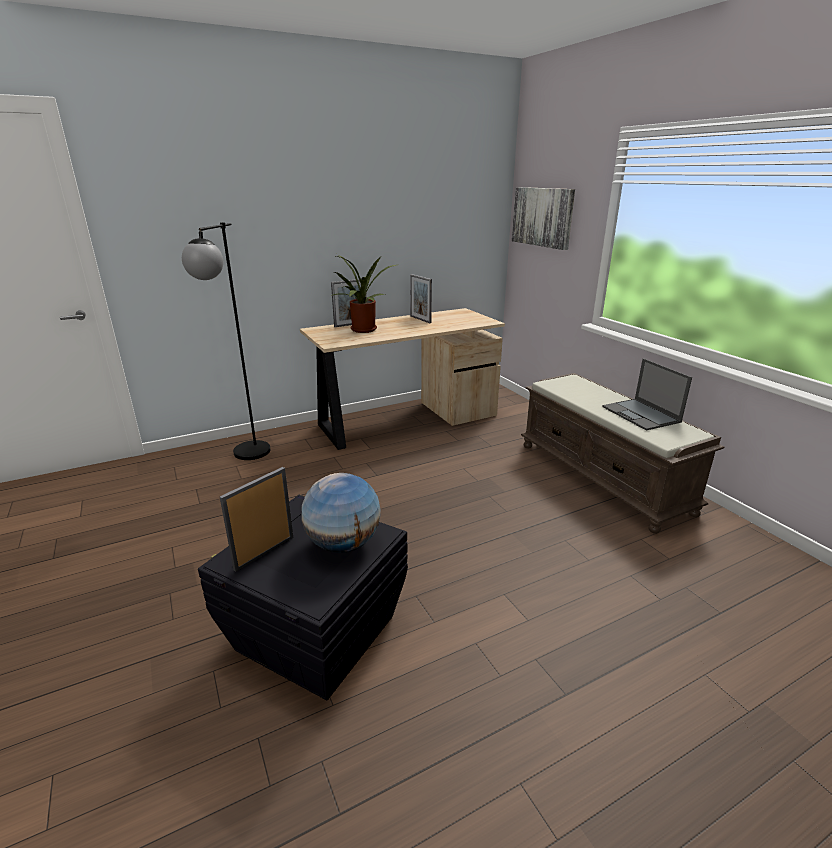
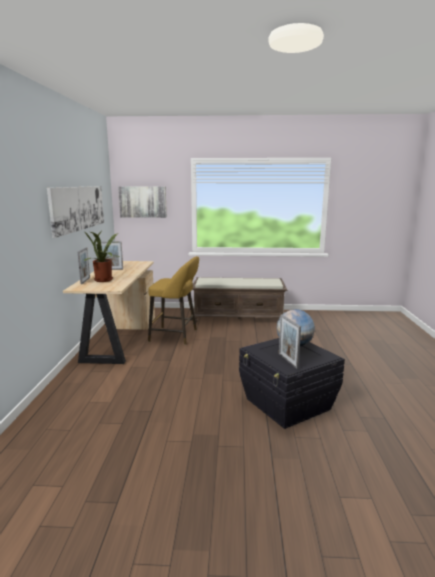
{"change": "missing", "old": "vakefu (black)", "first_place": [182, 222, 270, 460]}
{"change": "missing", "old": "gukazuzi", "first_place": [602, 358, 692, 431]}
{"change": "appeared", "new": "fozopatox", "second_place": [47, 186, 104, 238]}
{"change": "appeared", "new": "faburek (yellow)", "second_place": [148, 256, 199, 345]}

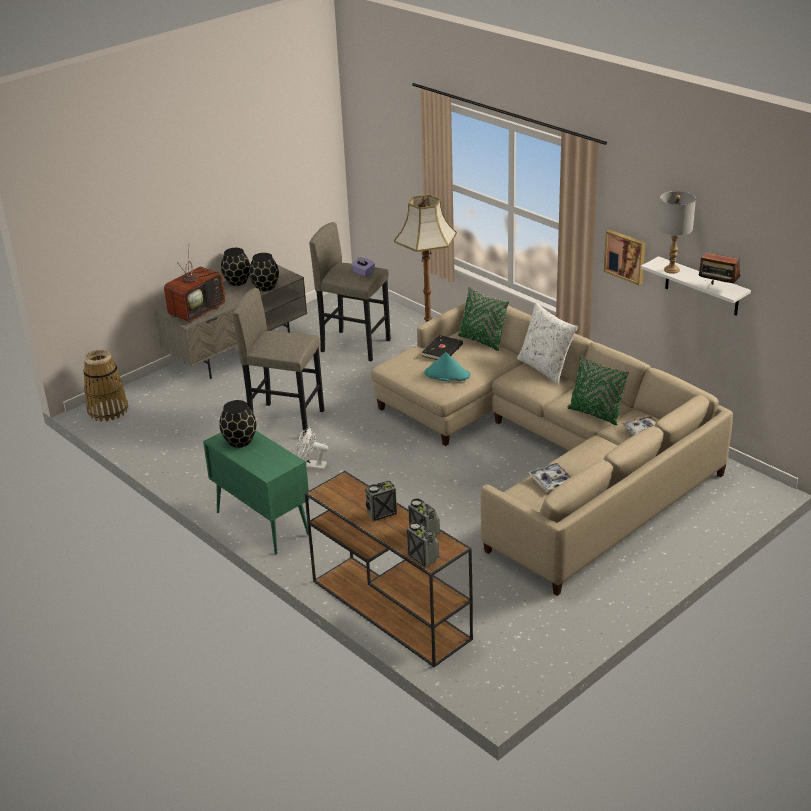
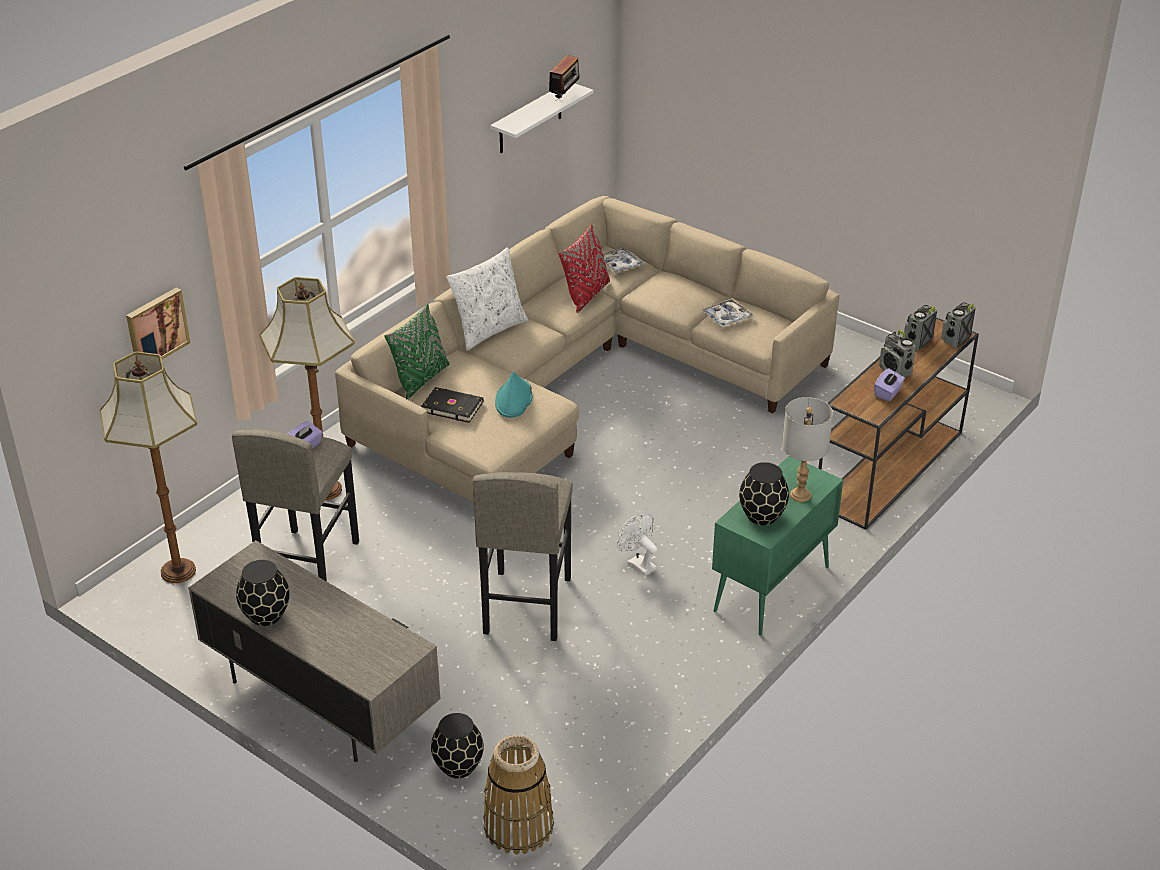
{"change": "relocated", "old": "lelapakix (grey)", "first_place": [658, 191, 696, 274], "second_place": [782, 397, 833, 502]}
{"change": "relocated", "old": "fozopatox", "first_place": [604, 230, 645, 285], "second_place": [126, 288, 190, 359]}
{"change": "relocated", "old": "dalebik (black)", "first_place": [249, 253, 279, 291], "second_place": [431, 713, 484, 778]}
{"change": "missing", "old": "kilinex", "first_place": [164, 257, 225, 322]}
{"change": "colour", "old": "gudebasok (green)", "new": "gudebasok (red)", "first_place": [567, 355, 630, 425], "second_place": [559, 225, 610, 313]}
{"change": "spun", "old": "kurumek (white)", "first_place": [297, 427, 328, 470], "second_place": [617, 514, 658, 576], "degrees": 135}
{"change": "appeared", "new": "vakefu", "second_place": [100, 351, 197, 583]}
{"change": "appeared", "new": "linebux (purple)", "second_place": [874, 368, 905, 401]}

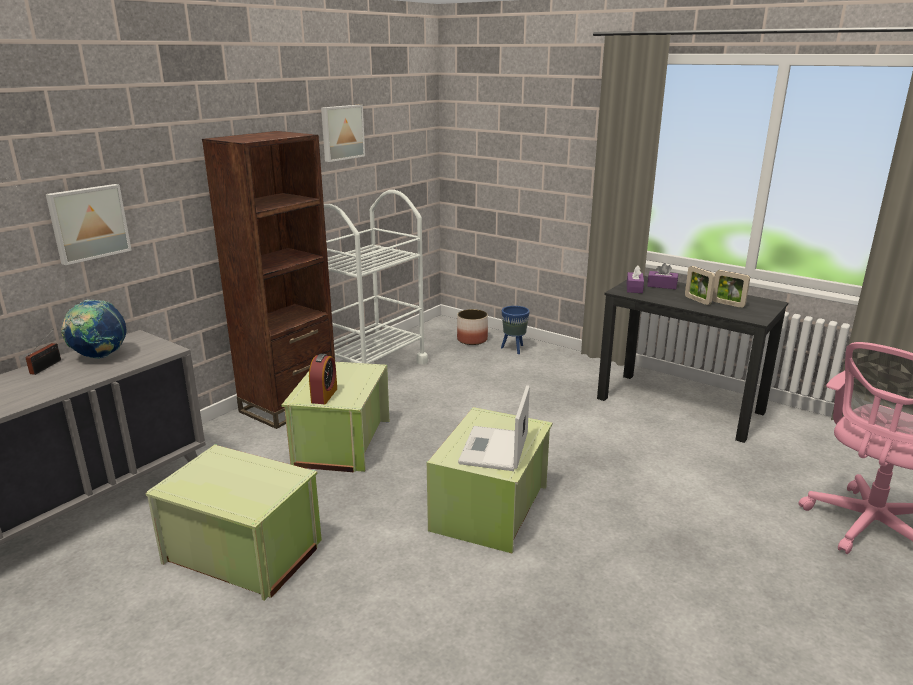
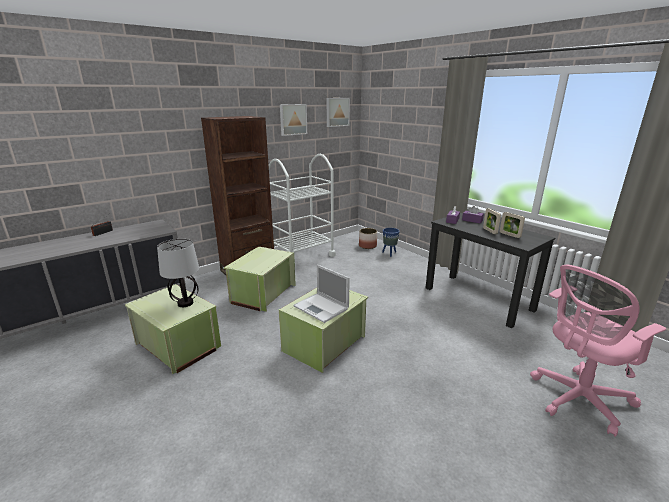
{"change": "relocated", "old": "fozopatox", "first_place": [46, 184, 132, 265], "second_place": [327, 98, 350, 127]}
{"change": "missing", "old": "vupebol", "first_place": [61, 300, 126, 359]}
{"change": "missing", "old": "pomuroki", "first_place": [309, 354, 337, 404]}
{"change": "spun", "old": "gukazuzi", "first_place": [458, 385, 530, 471], "second_place": [293, 265, 350, 323], "degrees": -75}
{"change": "appeared", "new": "lelapakix", "second_place": [157, 239, 199, 307]}

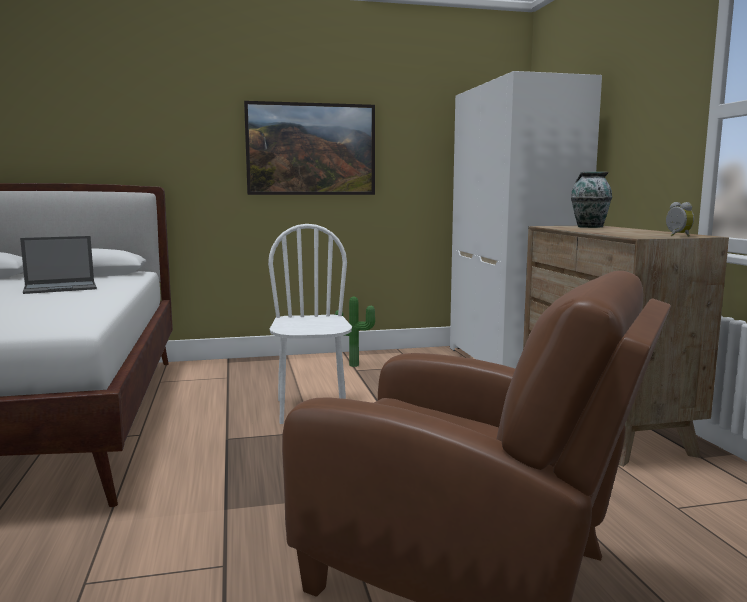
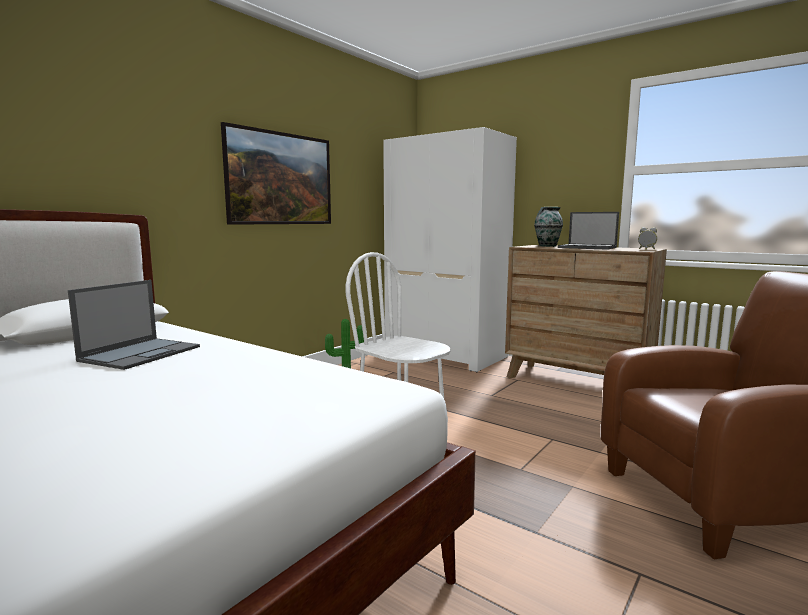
{"change": "appeared", "new": "gukazuzi", "second_place": [558, 212, 619, 250]}

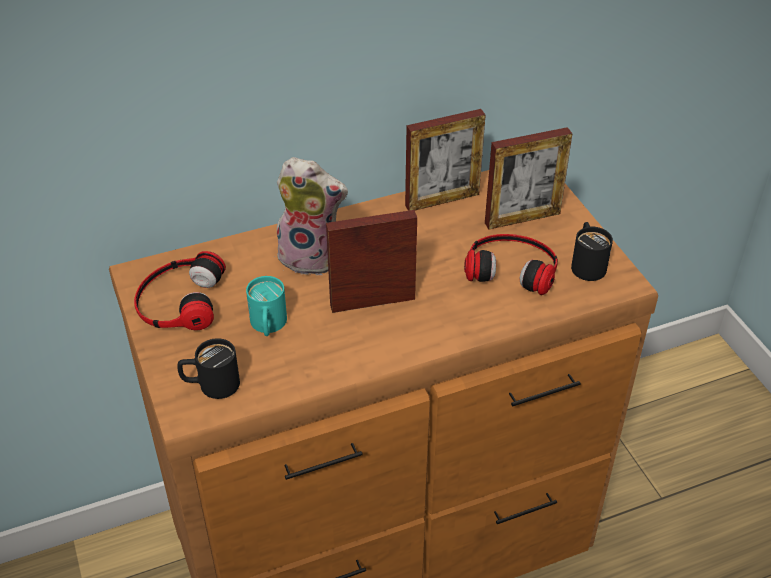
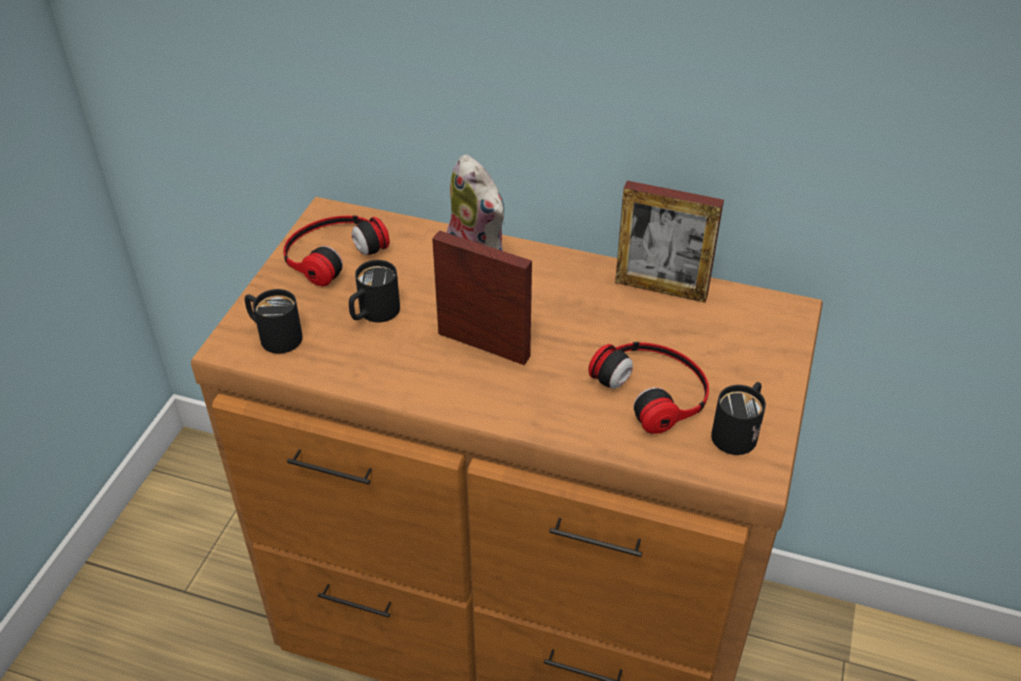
{"change": "missing", "old": "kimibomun", "first_place": [485, 127, 572, 229]}
{"change": "colour", "old": "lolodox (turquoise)", "new": "lolodox (black)", "first_place": [246, 276, 287, 336], "second_place": [349, 260, 400, 323]}

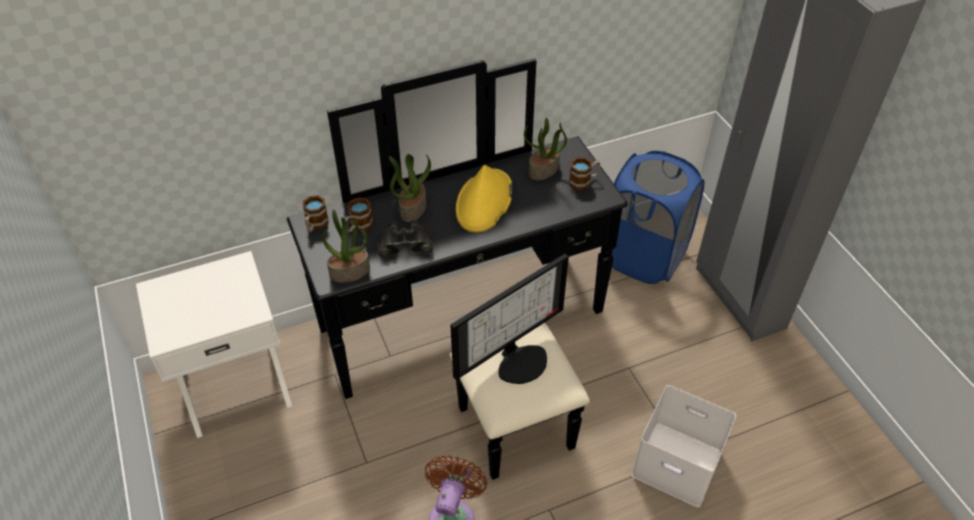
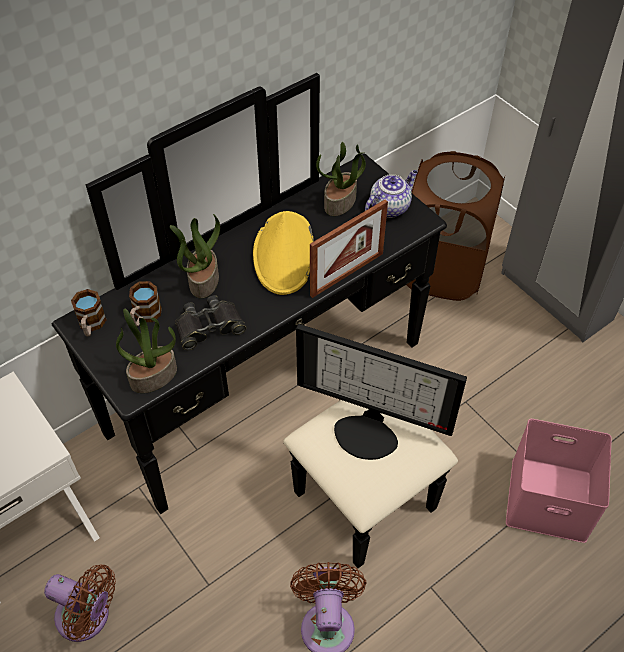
{"change": "colour", "old": "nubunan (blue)", "new": "nubunan (brown)", "first_place": [612, 151, 704, 284], "second_place": [406, 151, 505, 301]}
{"change": "exchanged", "old": "lolodox", "new": "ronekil", "first_place": [569, 158, 600, 190], "second_place": [365, 170, 418, 218]}
{"change": "spun", "old": "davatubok", "first_place": [450, 254, 569, 384], "second_place": [296, 324, 467, 460], "degrees": 75}
{"change": "colour", "old": "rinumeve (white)", "new": "rinumeve (pink)", "first_place": [632, 385, 736, 507], "second_place": [506, 419, 612, 543]}
{"change": "appeared", "new": "kimibomun", "second_place": [310, 199, 388, 298]}
{"change": "appeared", "new": "kurumek (brown)", "second_place": [44, 564, 116, 642]}

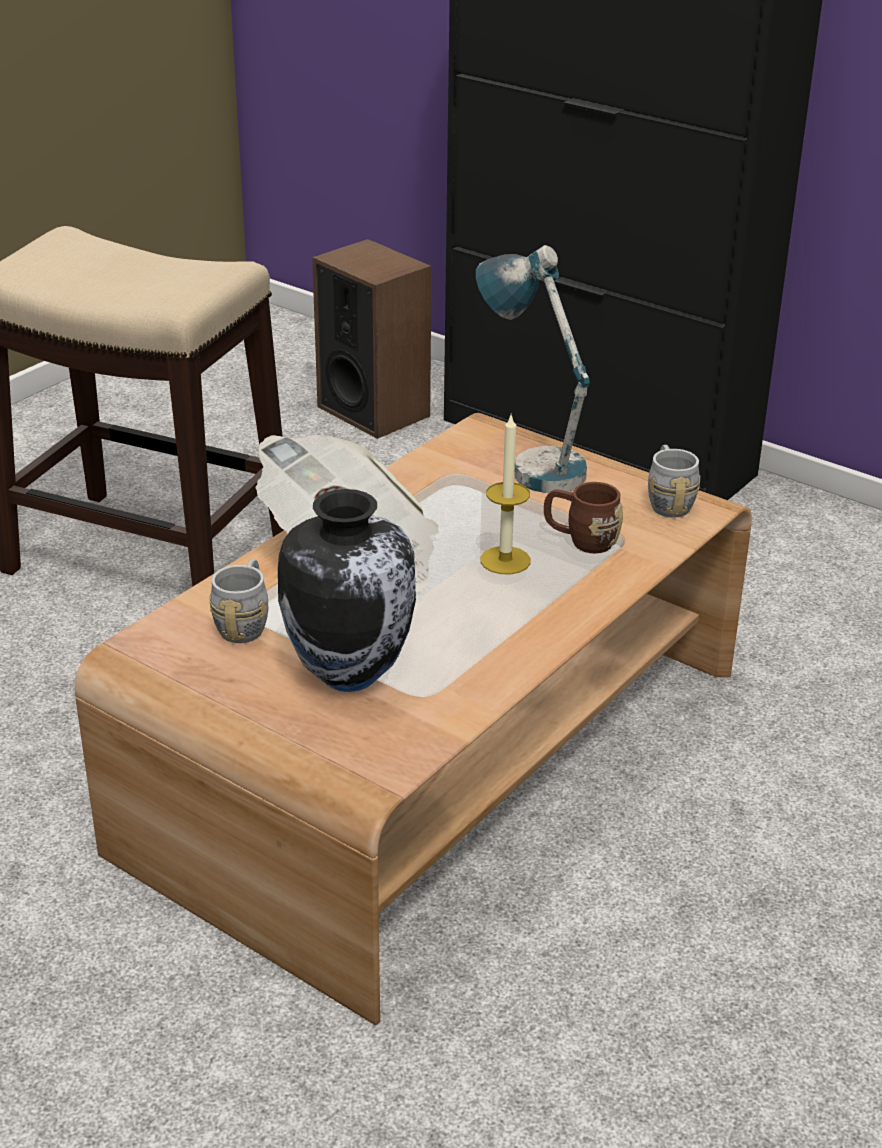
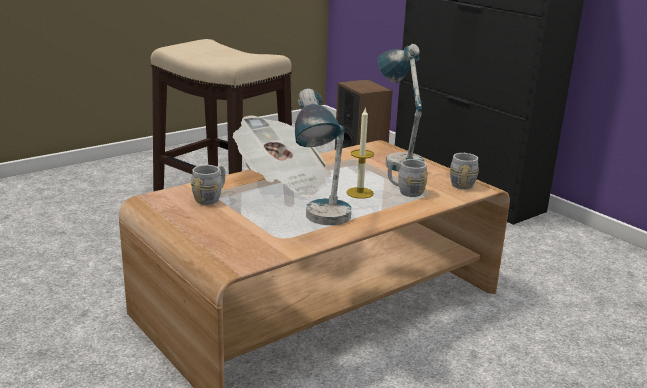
{"change": "colour", "old": "lolodox (brown)", "new": "lolodox (grey)", "first_place": [544, 482, 623, 553], "second_place": [388, 159, 428, 197]}
{"change": "missing", "old": "dalebik", "first_place": [278, 489, 416, 692]}
{"change": "appeared", "new": "lelapakix", "second_place": [295, 89, 351, 225]}

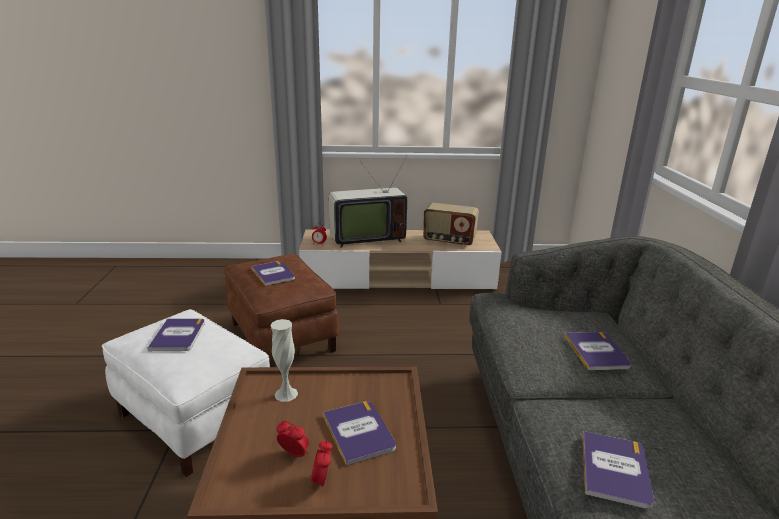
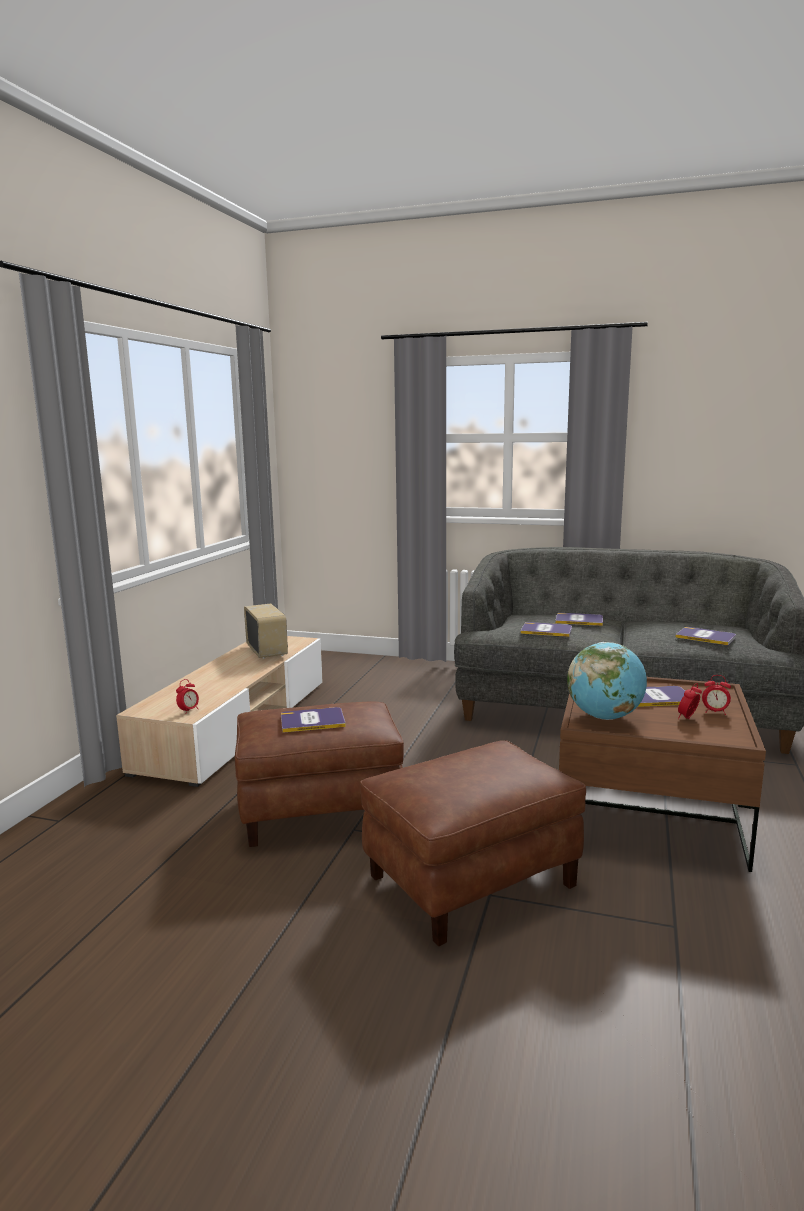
{"change": "missing", "old": "kilinex", "first_place": [329, 156, 407, 248]}
{"change": "spun", "old": "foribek", "first_place": [423, 203, 479, 246], "second_place": [244, 604, 288, 659], "degrees": -60}
{"change": "colour", "old": "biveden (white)", "new": "biveden (brown)", "first_place": [102, 309, 270, 477], "second_place": [360, 740, 586, 946]}
{"change": "relocated", "old": "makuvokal", "first_place": [147, 319, 205, 351], "second_place": [520, 622, 572, 637]}
{"change": "exchanged", "old": "dalebik (white)", "new": "vupebol", "first_place": [271, 319, 298, 402], "second_place": [567, 642, 647, 720]}

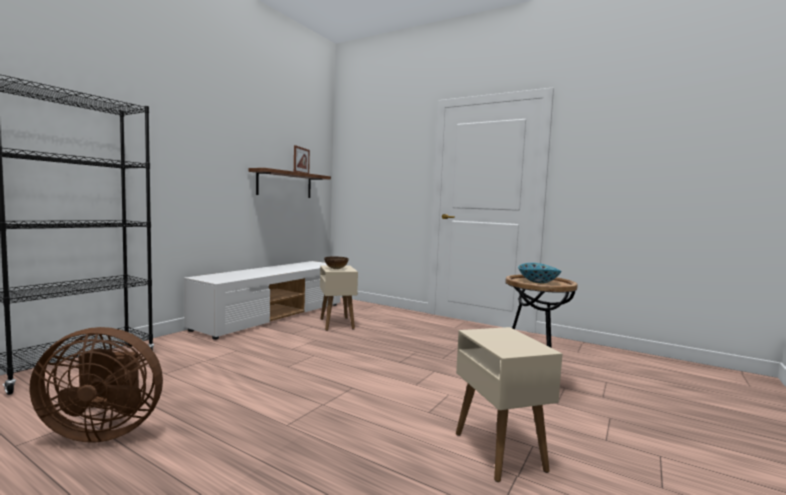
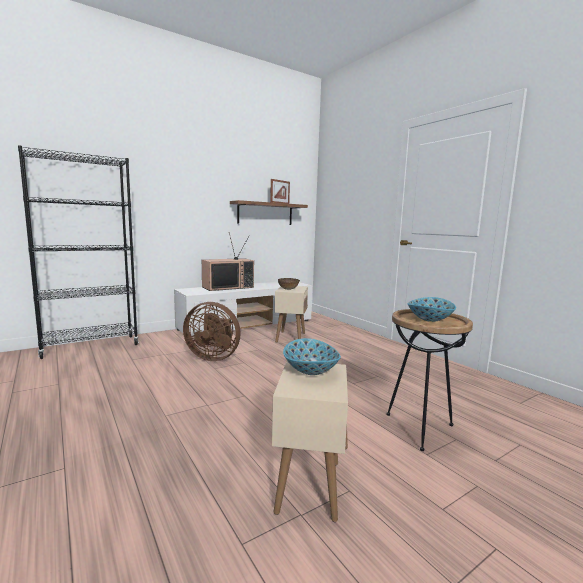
{"change": "relocated", "old": "kurumek (brown)", "first_place": [29, 327, 163, 443], "second_place": [183, 302, 241, 361]}
{"change": "appeared", "new": "kilinex", "second_place": [202, 233, 254, 291]}
{"change": "appeared", "new": "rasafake", "second_place": [283, 338, 341, 375]}

